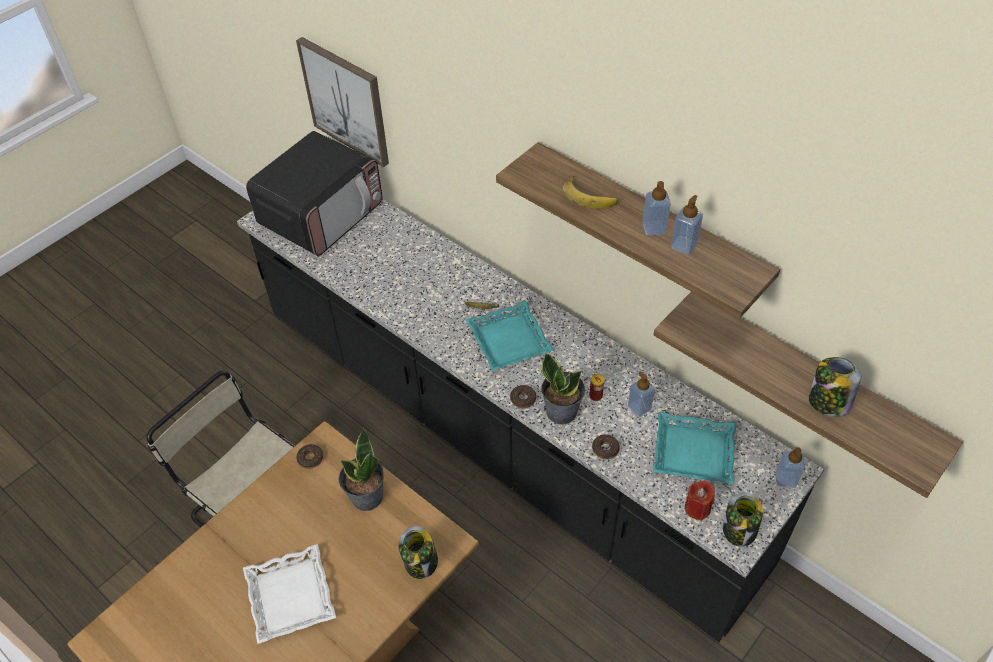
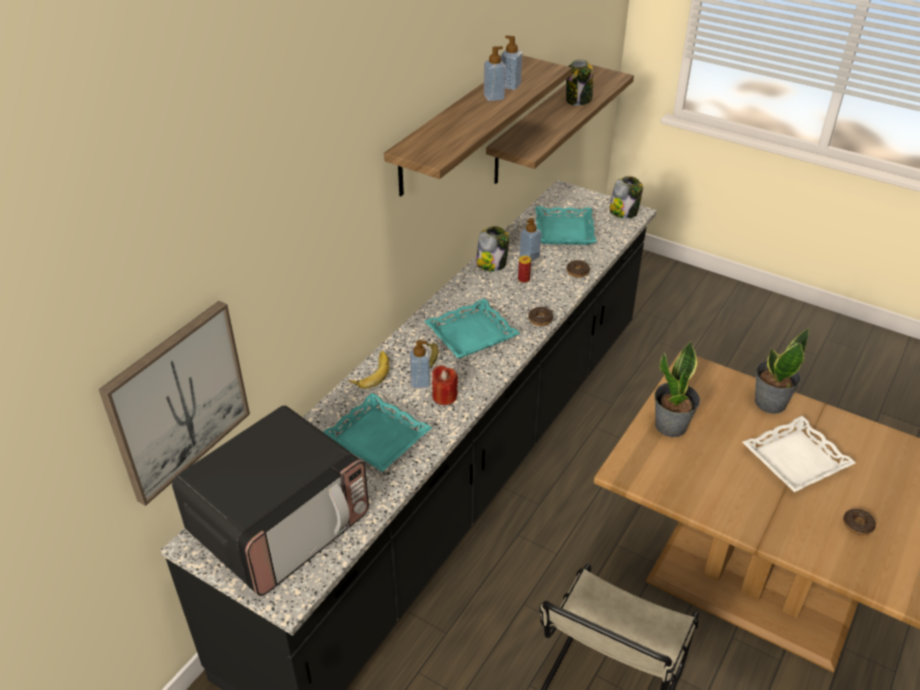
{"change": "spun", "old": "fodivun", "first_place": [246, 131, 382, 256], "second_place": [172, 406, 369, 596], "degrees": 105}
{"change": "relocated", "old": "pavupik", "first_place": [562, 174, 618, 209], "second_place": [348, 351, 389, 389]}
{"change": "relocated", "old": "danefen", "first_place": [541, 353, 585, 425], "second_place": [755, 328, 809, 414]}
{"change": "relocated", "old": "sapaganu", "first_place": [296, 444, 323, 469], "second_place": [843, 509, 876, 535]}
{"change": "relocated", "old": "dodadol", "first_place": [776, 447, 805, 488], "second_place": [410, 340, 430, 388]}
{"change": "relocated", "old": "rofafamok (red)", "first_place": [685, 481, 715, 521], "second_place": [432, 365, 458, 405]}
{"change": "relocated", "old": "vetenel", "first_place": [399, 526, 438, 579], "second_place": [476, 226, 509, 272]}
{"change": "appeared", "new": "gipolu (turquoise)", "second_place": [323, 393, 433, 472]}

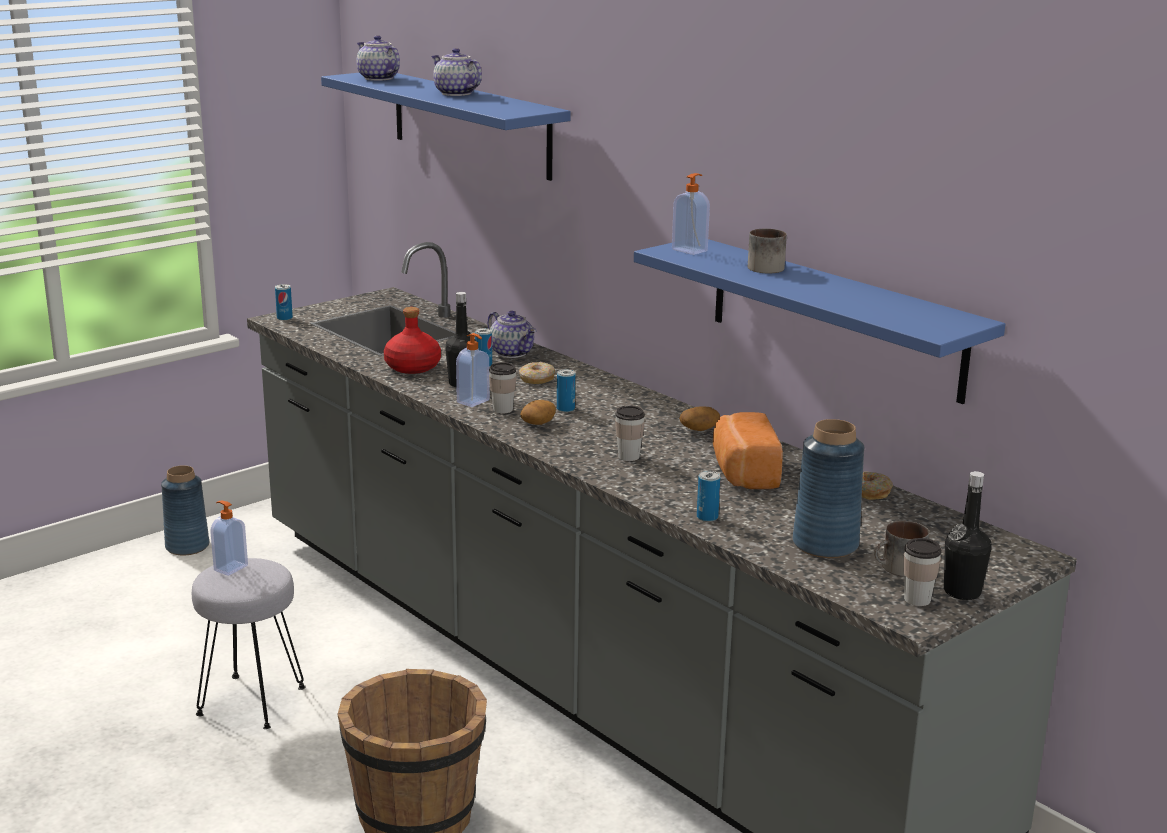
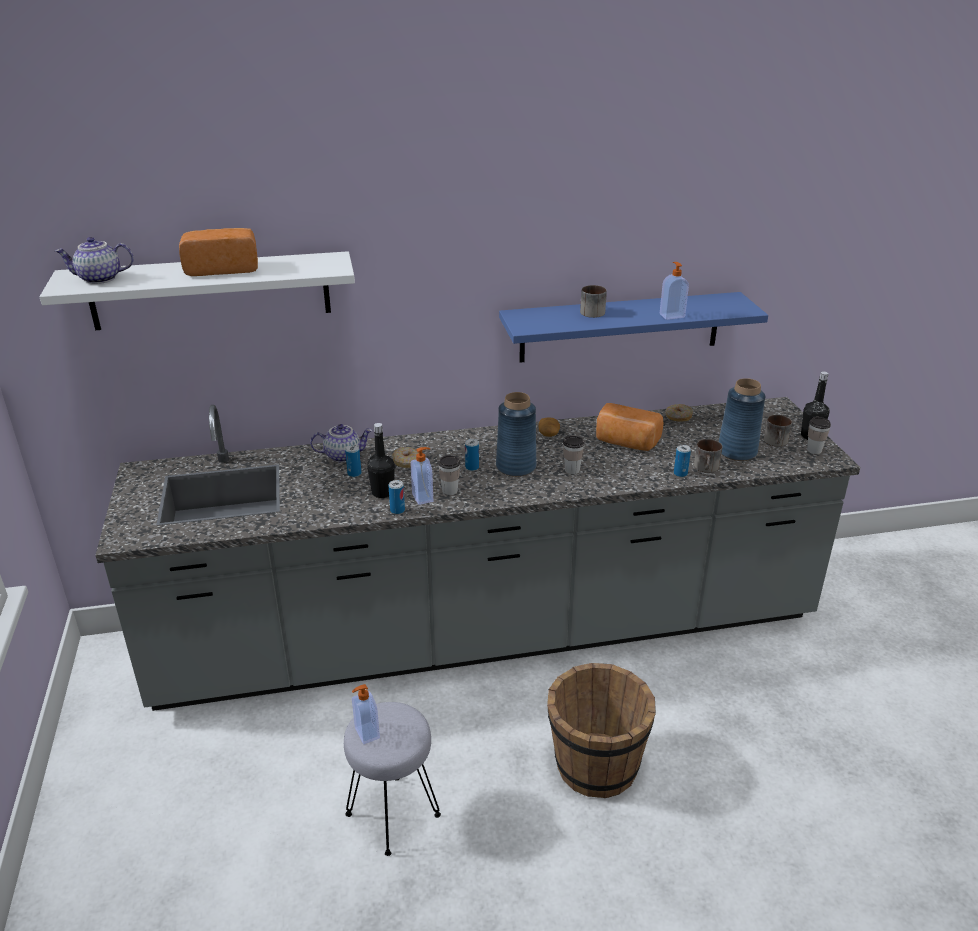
{"change": "exchanged", "old": "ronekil", "new": "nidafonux", "first_place": [431, 48, 482, 96], "second_place": [179, 228, 258, 276]}
{"change": "colour", "old": "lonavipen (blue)", "new": "lonavipen (white)", "first_place": [321, 73, 571, 181], "second_place": [39, 251, 355, 330]}
{"change": "relocated", "old": "dodadol", "first_place": [672, 173, 710, 255], "second_place": [660, 262, 689, 320]}
{"change": "relocated", "old": "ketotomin", "first_place": [275, 284, 293, 321], "second_place": [388, 480, 405, 514]}
{"change": "missing", "old": "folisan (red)", "first_place": [384, 307, 441, 374]}
{"change": "missing", "old": "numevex", "first_place": [520, 400, 556, 425]}
{"change": "relocated", "old": "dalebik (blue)", "first_place": [161, 465, 209, 555], "second_place": [496, 392, 536, 477]}
{"change": "appeared", "new": "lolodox", "second_place": [694, 439, 722, 473]}

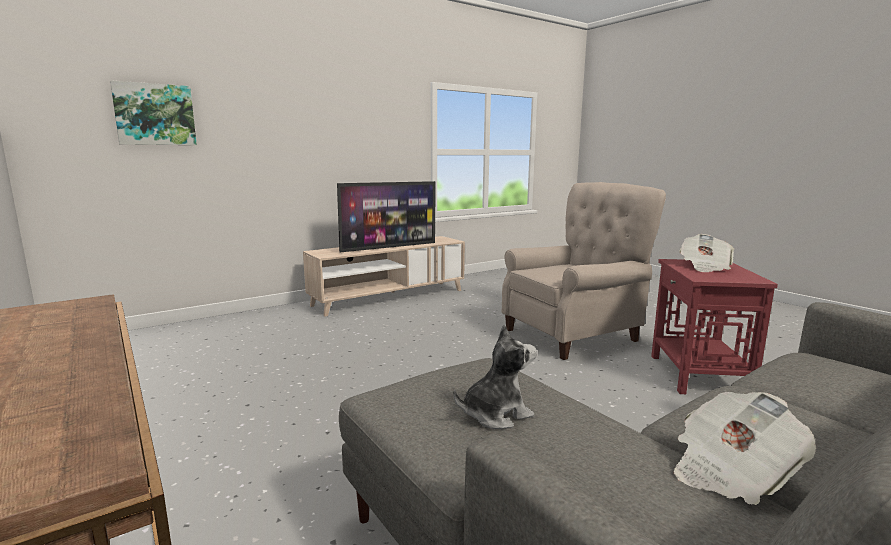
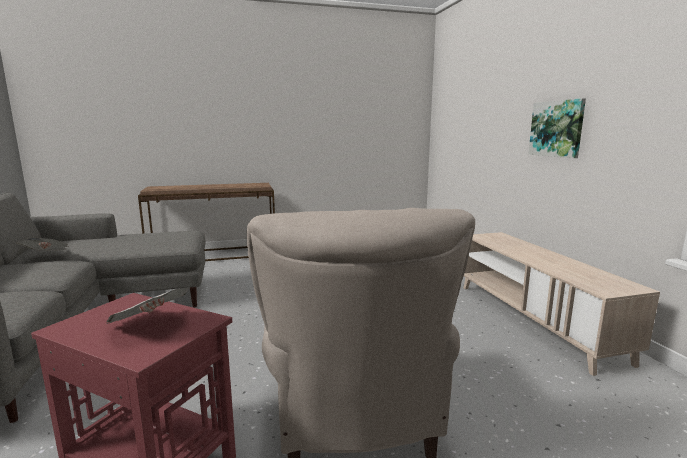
{"change": "relocated", "old": "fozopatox", "first_place": [110, 80, 197, 145], "second_place": [528, 98, 586, 158]}
{"change": "missing", "old": "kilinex", "first_place": [337, 181, 436, 252]}
{"change": "missing", "old": "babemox", "first_place": [454, 325, 537, 429]}

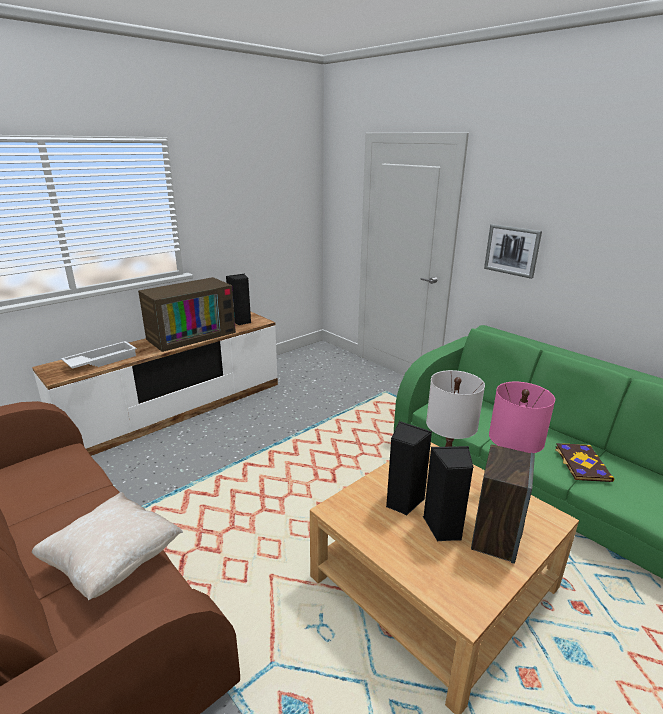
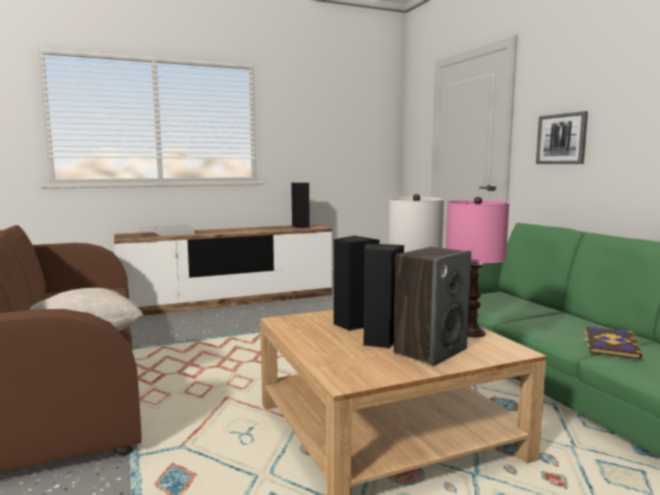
{"change": "missing", "old": "kilinex", "first_place": [138, 277, 236, 352]}

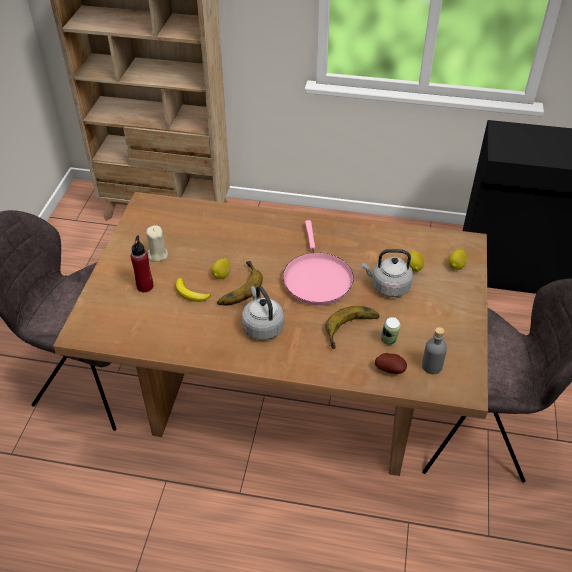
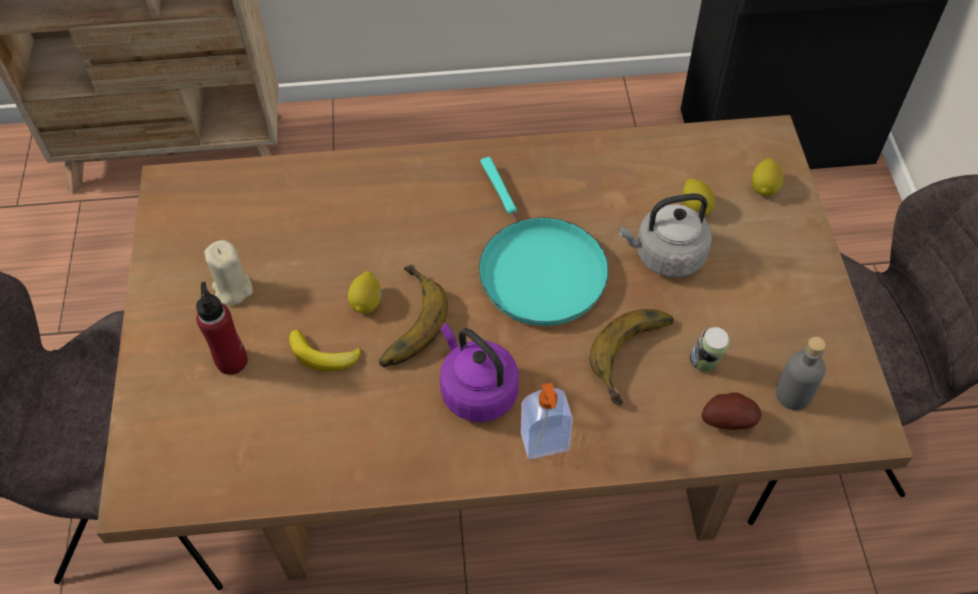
{"change": "colour", "old": "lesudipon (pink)", "new": "lesudipon (turquoise)", "first_place": [283, 220, 354, 305], "second_place": [479, 157, 609, 326]}
{"change": "colour", "old": "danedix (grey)", "new": "danedix (purple)", "first_place": [242, 286, 284, 340], "second_place": [440, 323, 519, 422]}
{"change": "appeared", "new": "dodadol", "second_place": [521, 383, 573, 459]}

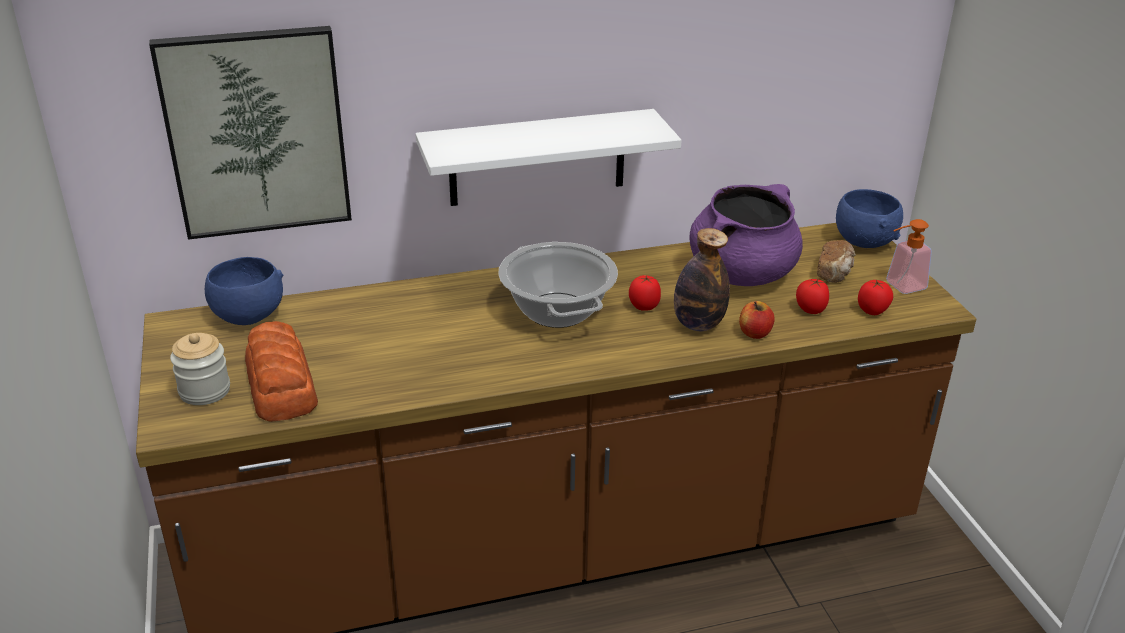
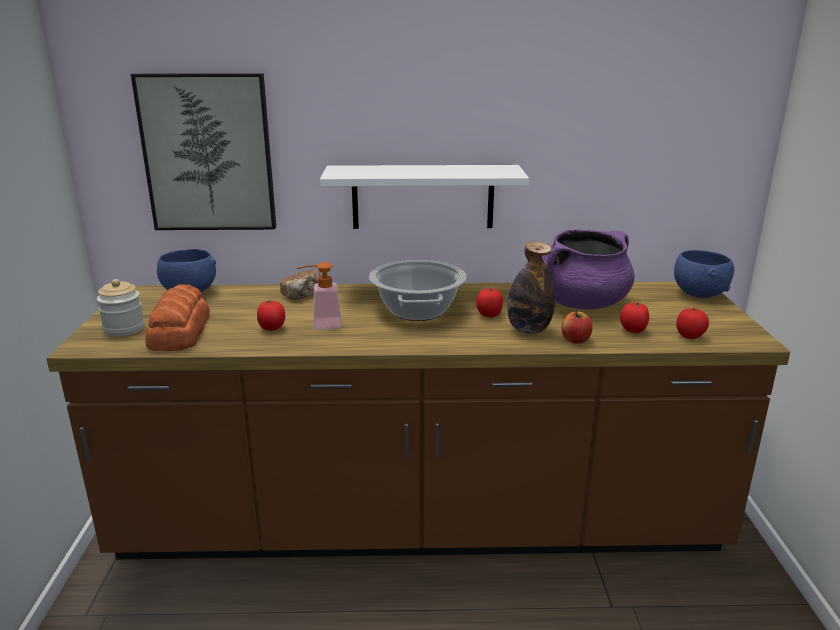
{"change": "relocated", "old": "dodadol", "first_place": [886, 219, 932, 294], "second_place": [297, 262, 342, 329]}
{"change": "relocated", "old": "nidafonux", "first_place": [817, 240, 856, 283], "second_place": [280, 270, 321, 300]}
{"change": "appeared", "new": "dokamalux", "second_place": [257, 300, 285, 331]}

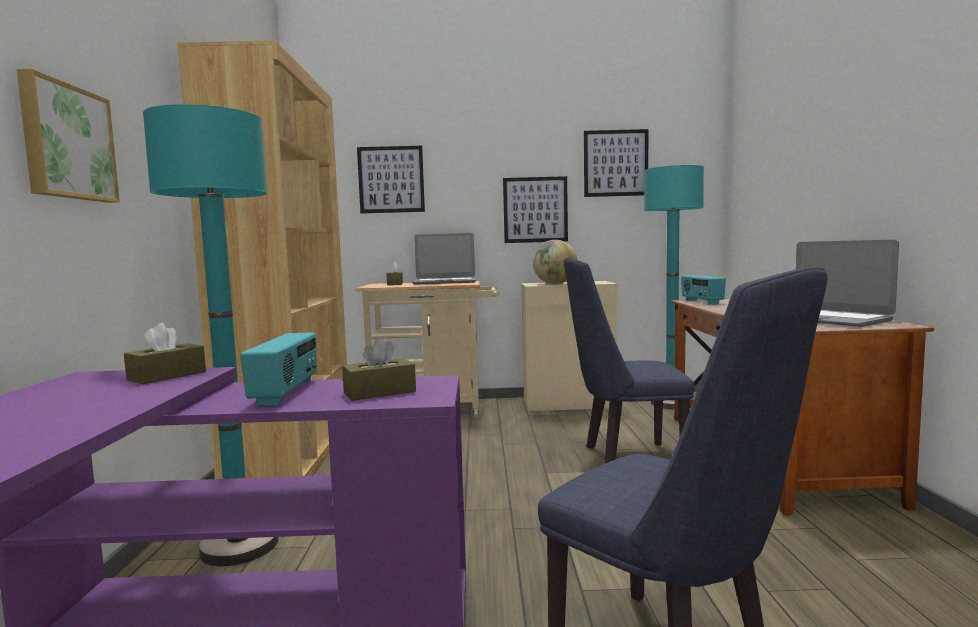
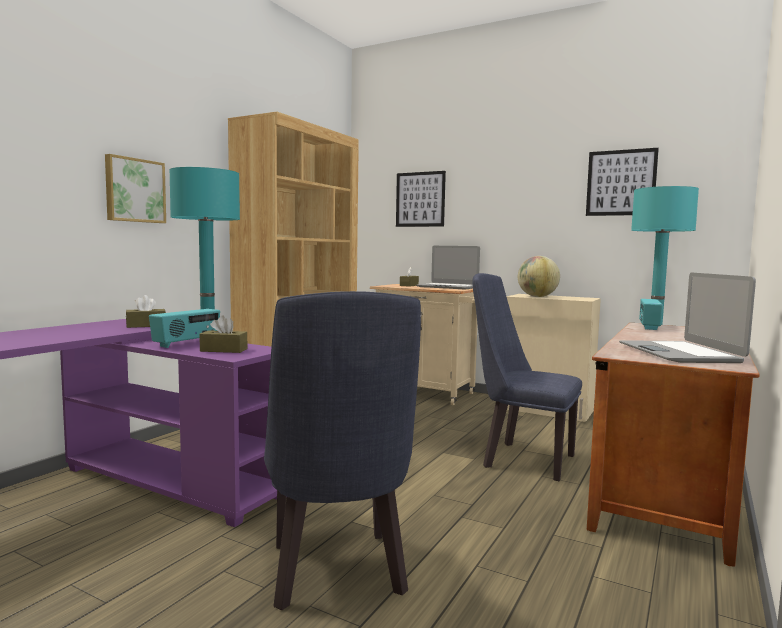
{"change": "missing", "old": "fozopatox", "first_place": [503, 176, 568, 243]}

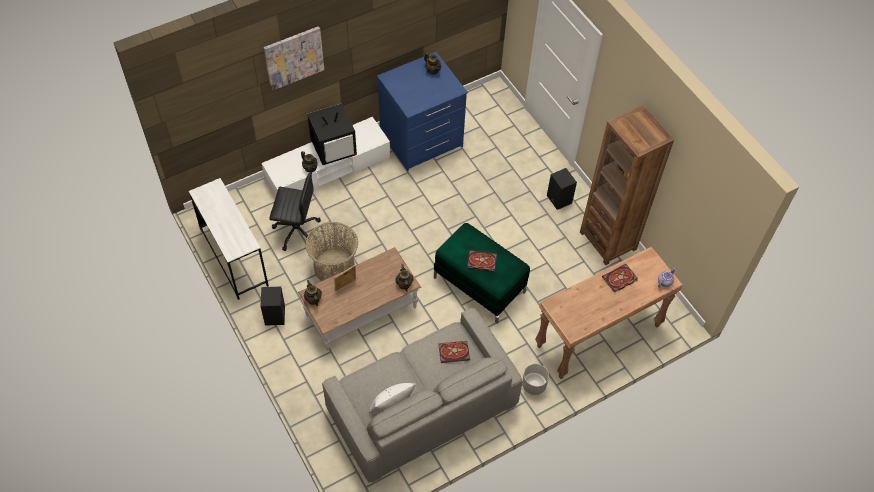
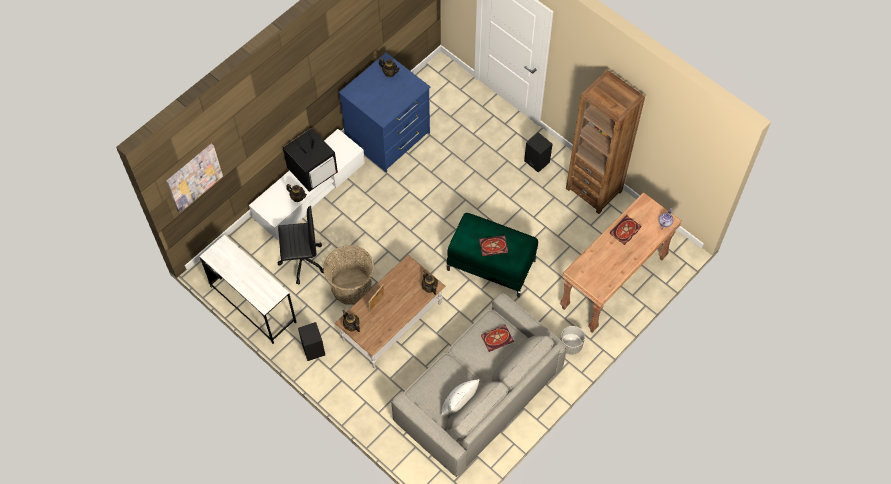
{"change": "relocated", "old": "fozopatox", "first_place": [264, 26, 324, 91], "second_place": [166, 143, 223, 213]}

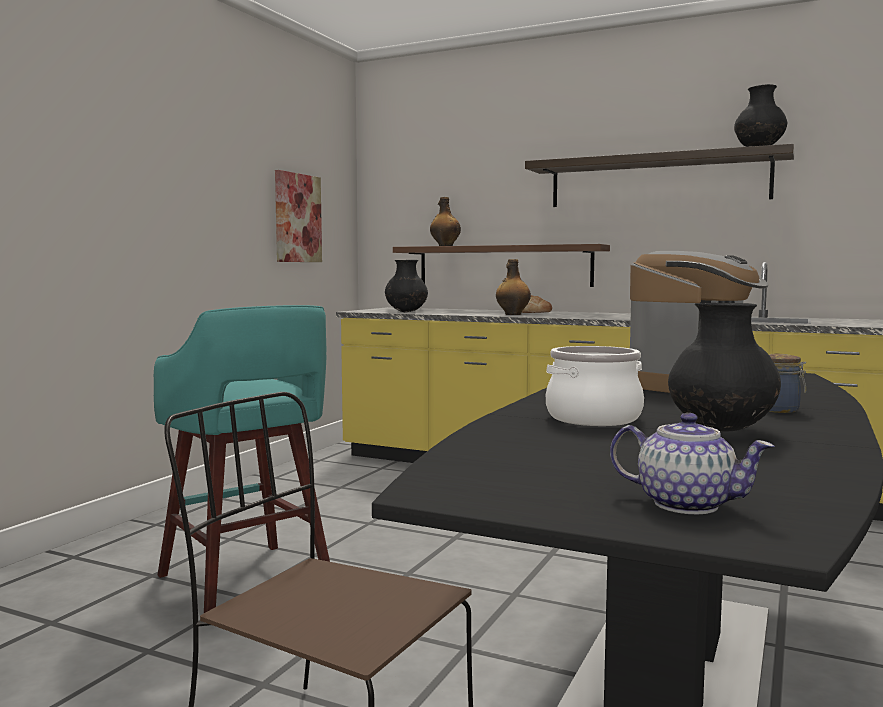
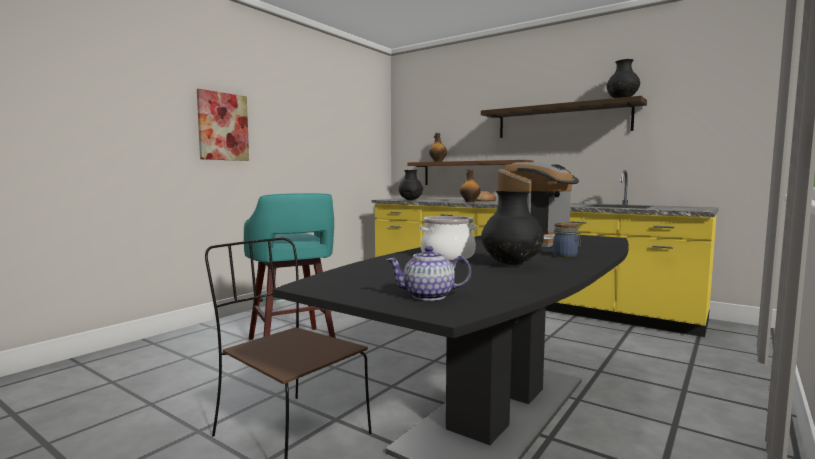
{"change": "relocated", "old": "fozopatox", "first_place": [275, 170, 322, 262], "second_place": [197, 89, 249, 161]}
{"change": "spun", "old": "ronekil", "first_place": [610, 413, 775, 514], "second_place": [386, 246, 471, 301], "degrees": 135}

